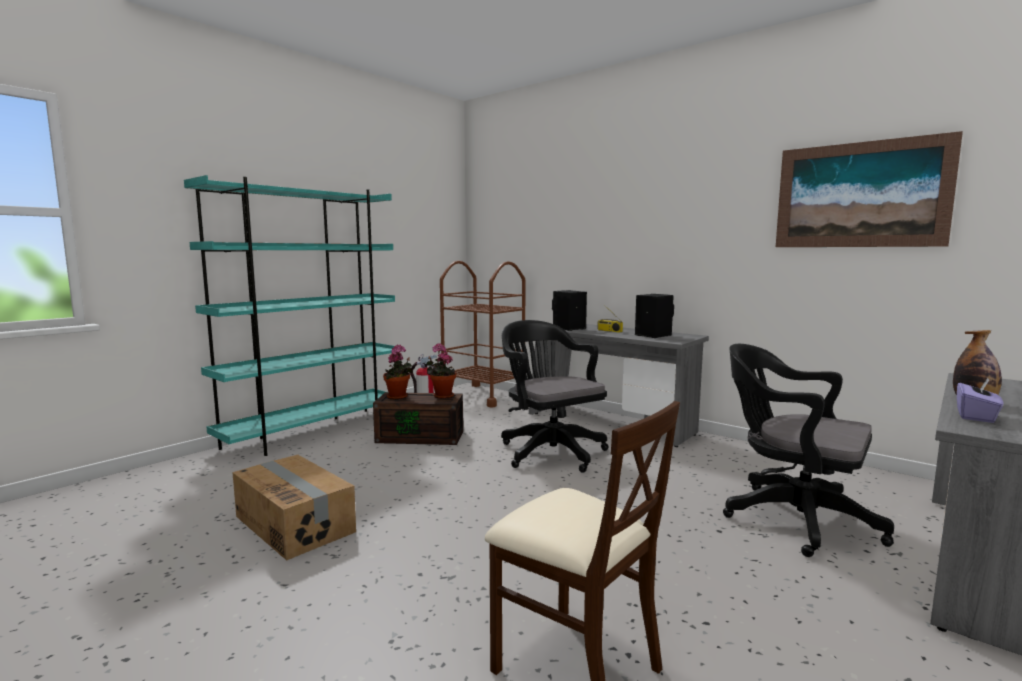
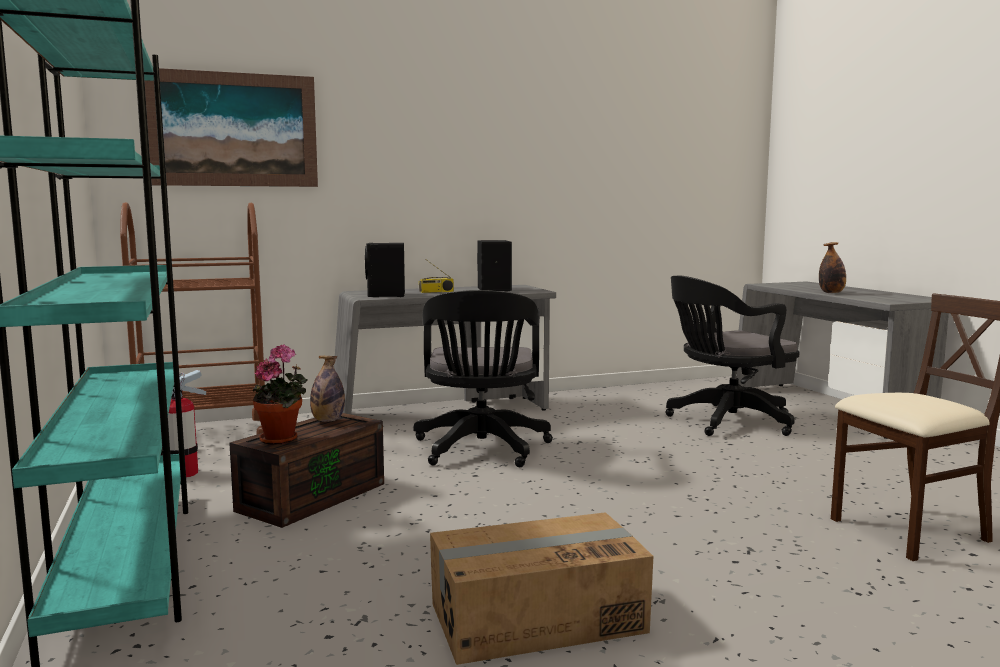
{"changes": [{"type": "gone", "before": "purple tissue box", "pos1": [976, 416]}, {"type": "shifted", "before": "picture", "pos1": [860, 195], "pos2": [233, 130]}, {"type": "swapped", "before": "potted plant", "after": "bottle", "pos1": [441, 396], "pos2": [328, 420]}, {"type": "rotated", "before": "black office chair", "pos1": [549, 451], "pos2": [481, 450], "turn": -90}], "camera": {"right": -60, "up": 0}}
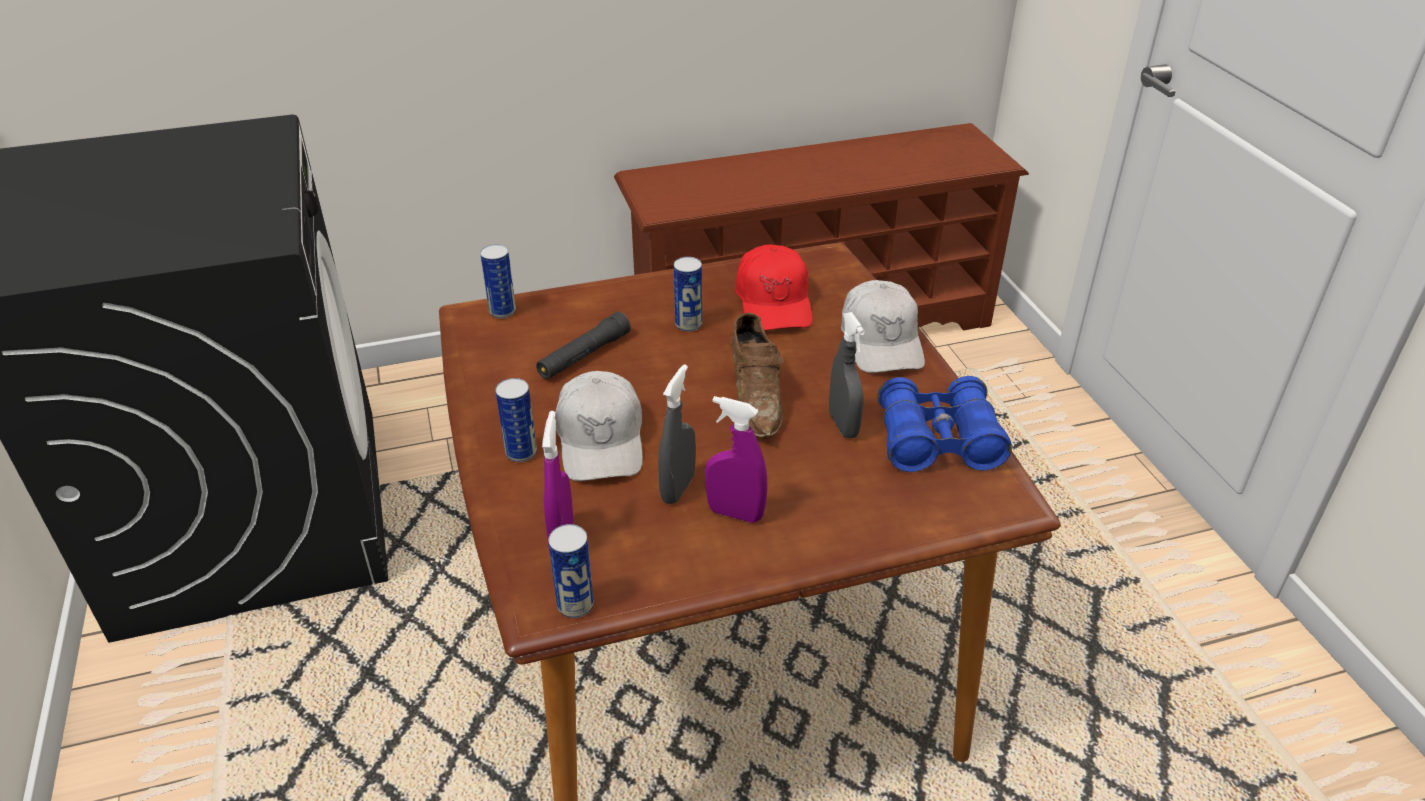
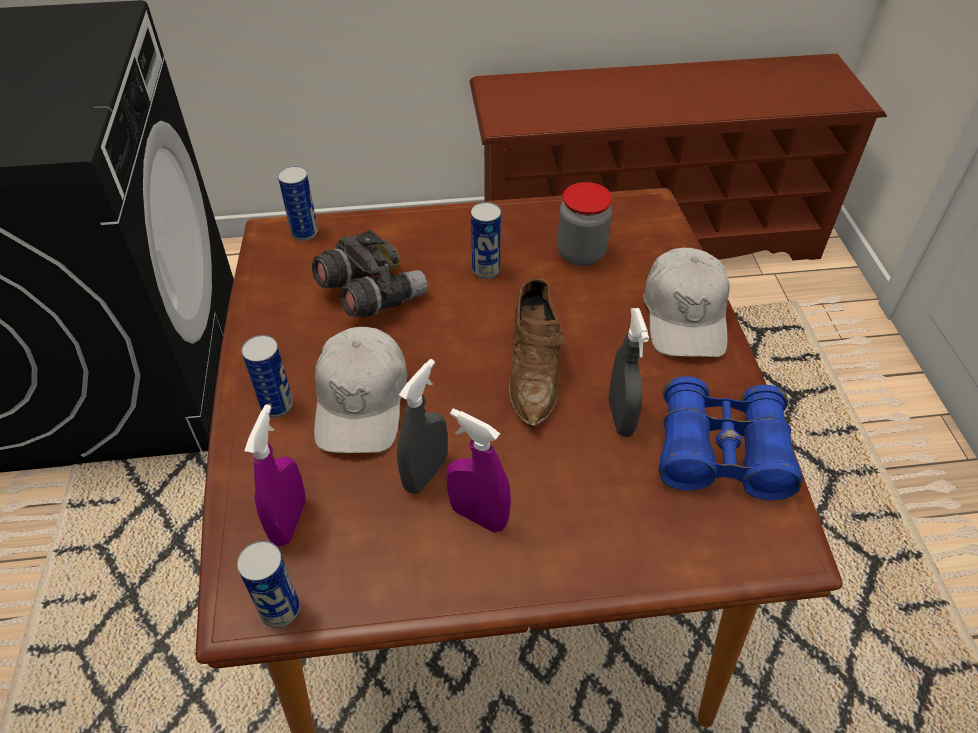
{"changes": [{"type": "swapped", "before": "black flashlight", "after": "grey binoculars", "pos1": [584, 355], "pos2": [371, 295]}, {"type": "swapped", "before": "red cap", "after": "jar", "pos1": [774, 302], "pos2": [581, 254]}], "camera": {"right": 10, "up": 10}}
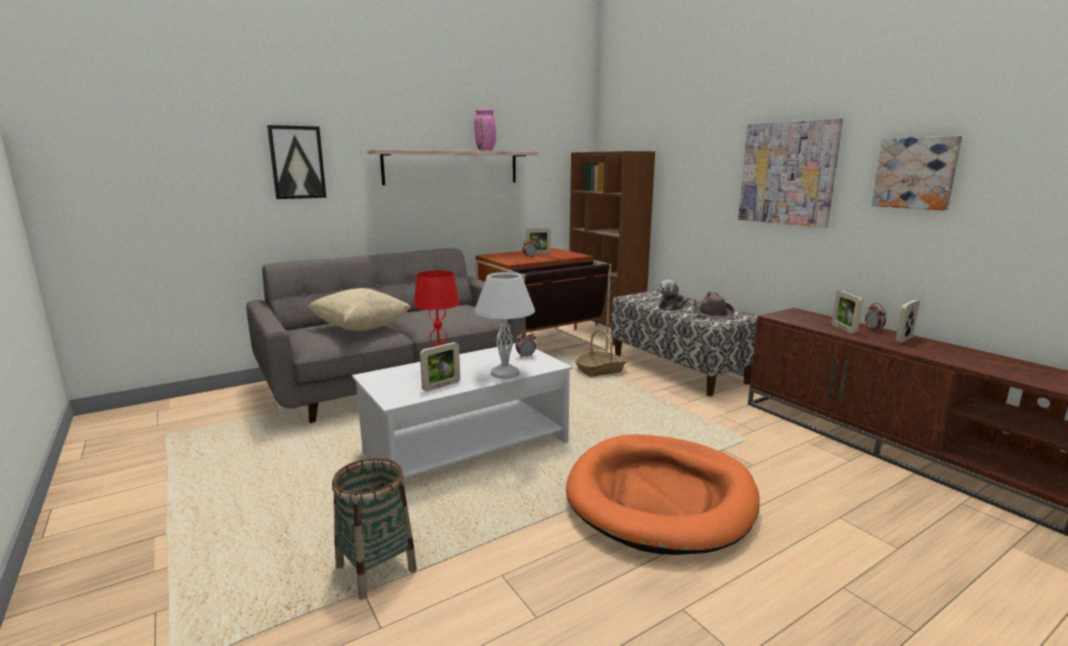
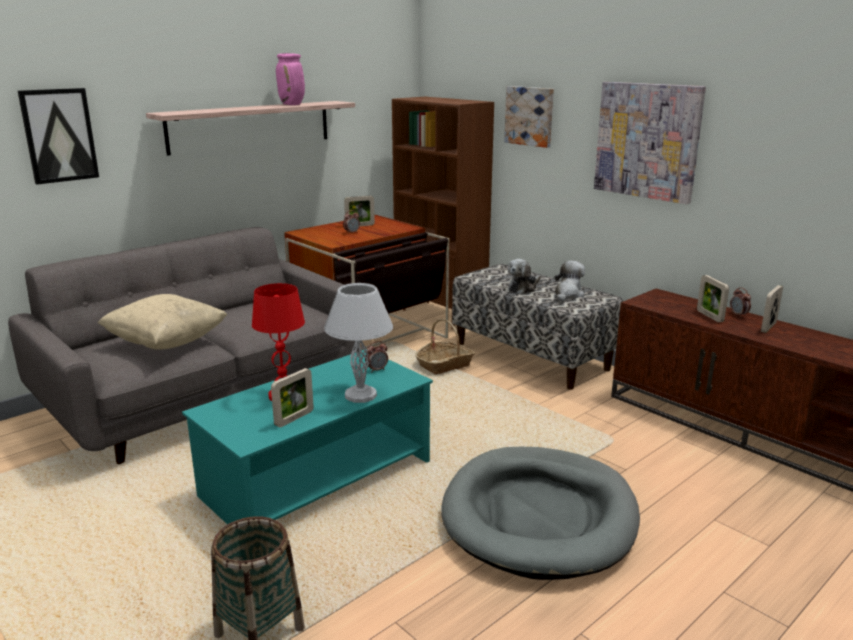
{"changes": [{"type": "shifted", "before": "picture", "pos1": [916, 173], "pos2": [530, 116]}, {"type": "swapped", "before": "brown hat", "after": "plush toy", "pos1": [711, 312], "pos2": [567, 294]}, {"type": "repainted", "before": "white coffee table", "after": "turquoise coffee table", "pos1": [468, 448], "pos2": [319, 478]}, {"type": "repainted", "before": "orange dog bed", "after": "grey dog bed", "pos1": [660, 497], "pos2": [539, 516]}], "camera": {"right": -10, "up": 5}}
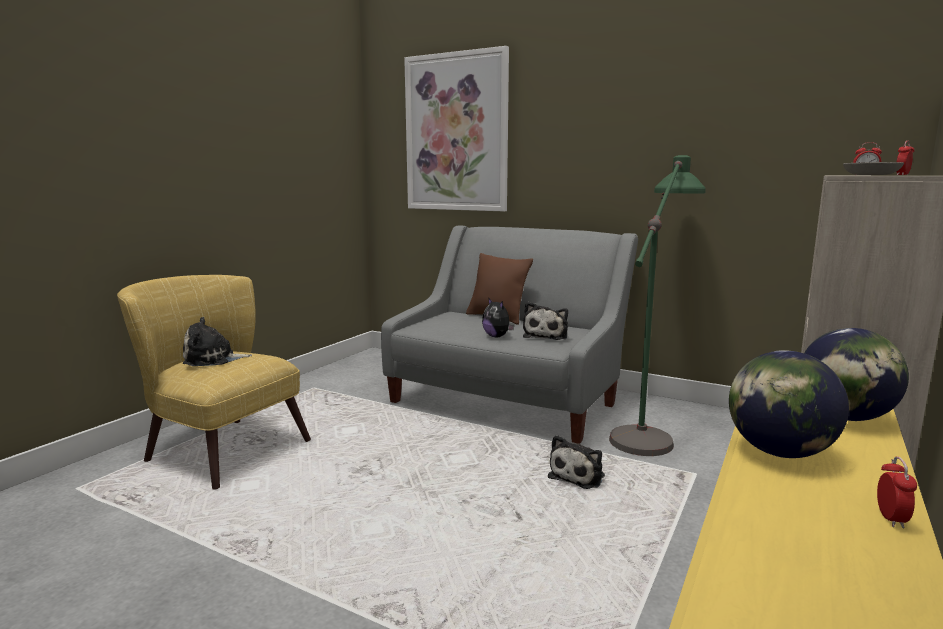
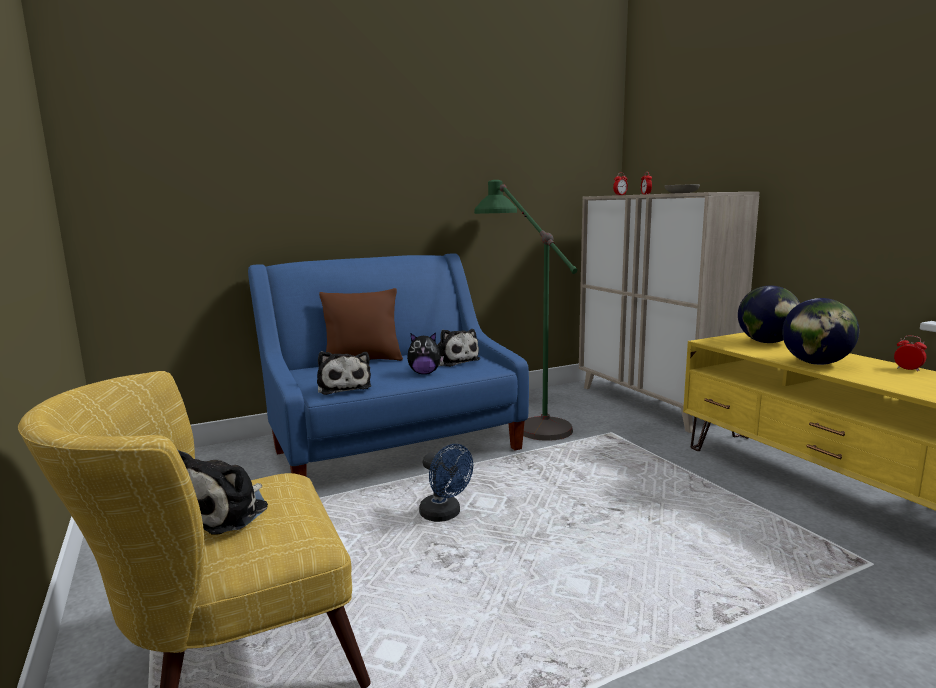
{"changes": [{"type": "gone", "before": "picture", "pos1": [456, 133]}, {"type": "new", "after": "blue fan", "pos2": [445, 515]}, {"type": "shifted", "before": "plush toy", "pos1": [578, 475], "pos2": [343, 387]}, {"type": "repainted", "before": "grey sofa", "after": "blue sofa", "pos1": [507, 398], "pos2": [392, 445]}], "camera": {"right": -55, "up": 0}}
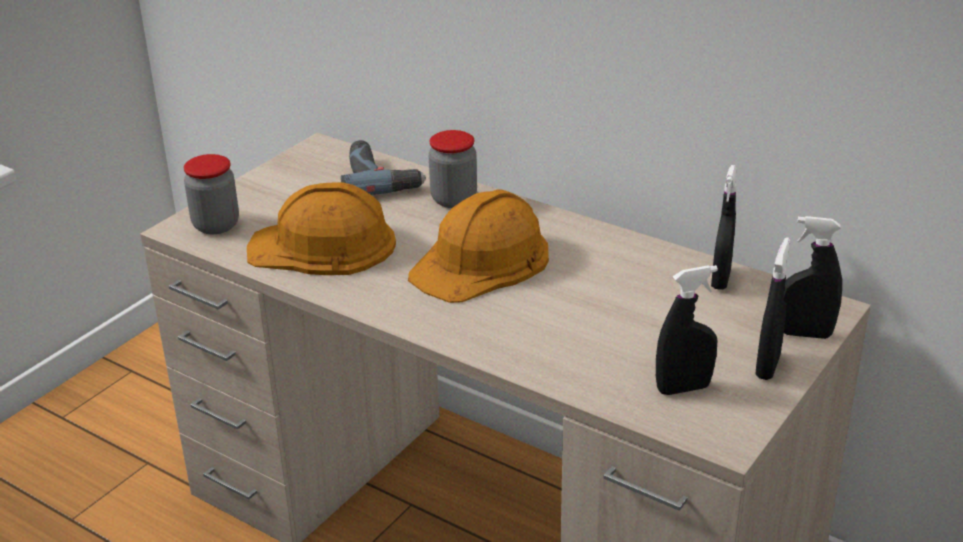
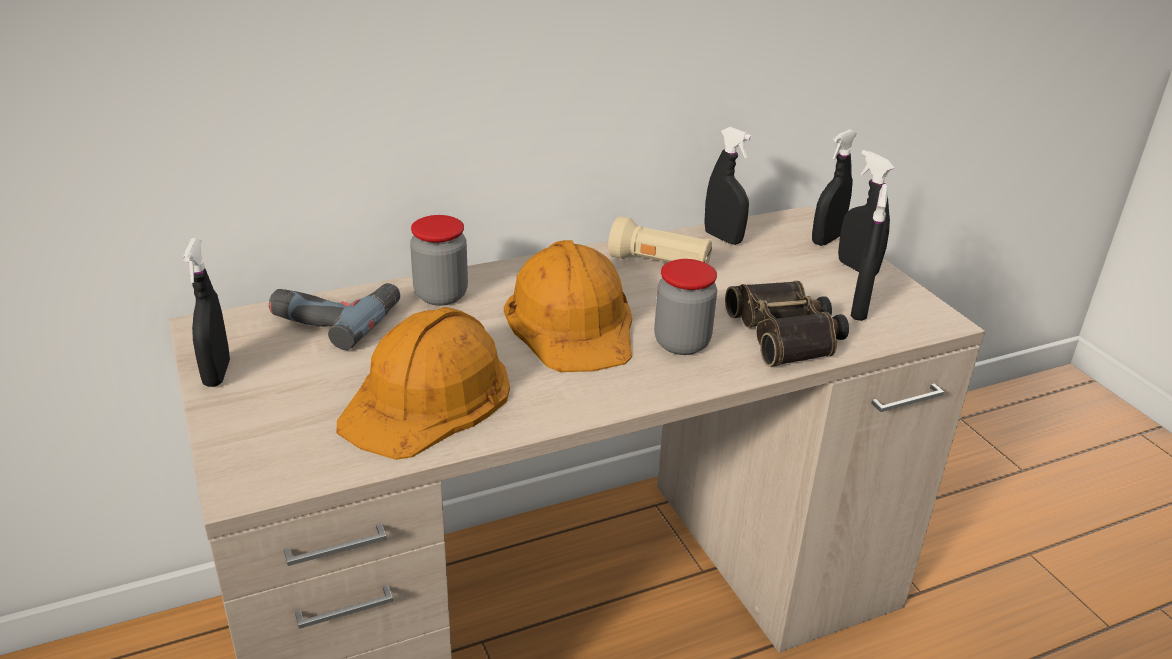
{"changes": [{"type": "new", "after": "black spray bottle", "pos2": [217, 374]}, {"type": "new", "after": "beige flashlight", "pos2": [660, 264]}, {"type": "new", "after": "binoculars", "pos2": [787, 334]}, {"type": "shifted", "before": "jar", "pos1": [216, 225], "pos2": [681, 343]}], "camera": {"right": -60, "up": 0}}
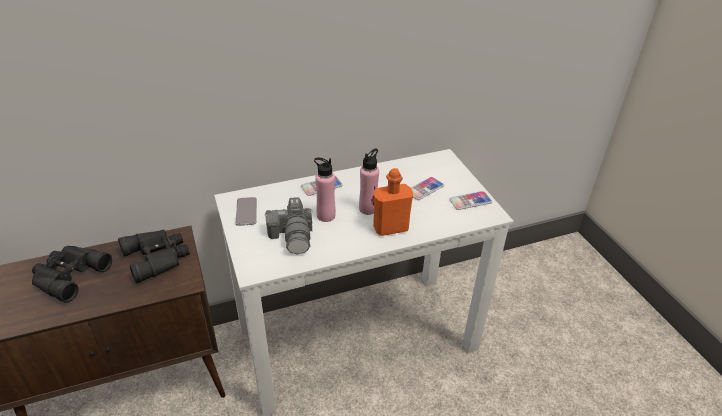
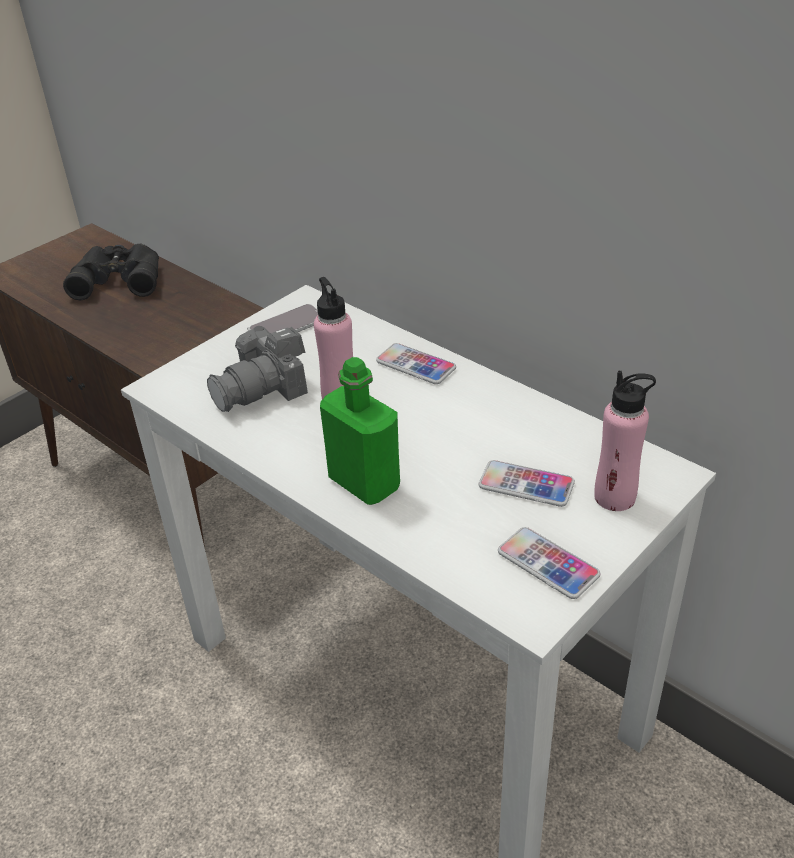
{"changes": [{"type": "gone", "before": "black binoculars", "pos1": [158, 257]}, {"type": "shifted", "before": "pink bottle", "pos1": [368, 209], "pos2": [615, 497]}, {"type": "repainted", "before": "orange bottle", "after": "green bottle", "pos1": [390, 228], "pos2": [364, 483]}], "camera": {"right": 65, "up": 0}}
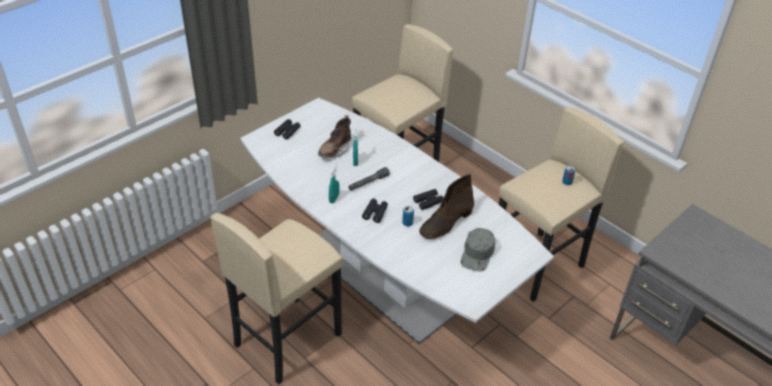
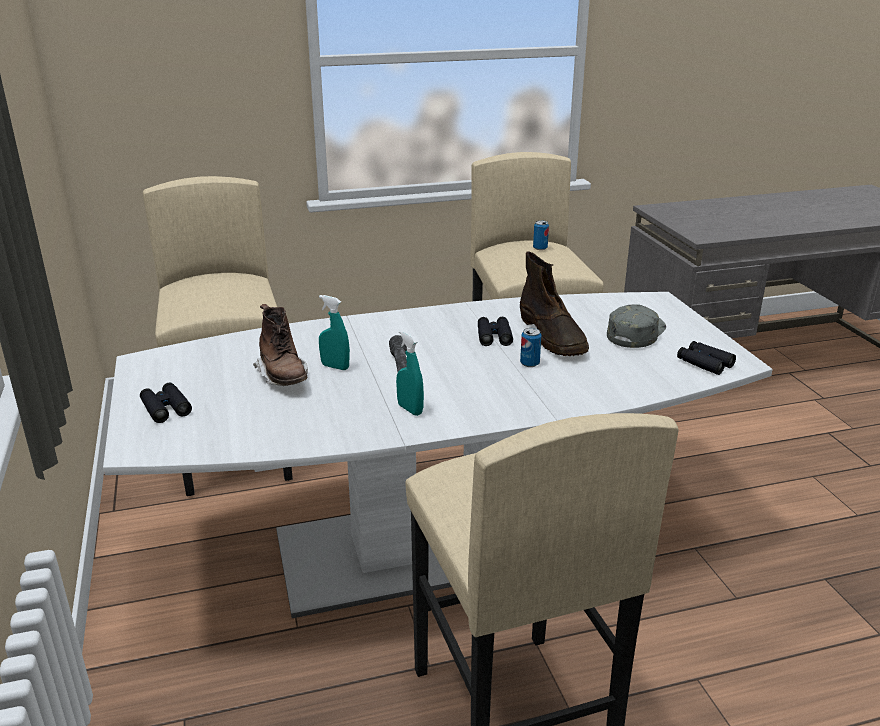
{"changes": [{"type": "shifted", "before": "black binoculars", "pos1": [375, 213], "pos2": [704, 363]}, {"type": "rotated", "before": "grey cap", "pos1": [477, 254], "pos2": [635, 332], "turn": -105}], "camera": {"right": -60, "up": -15}}
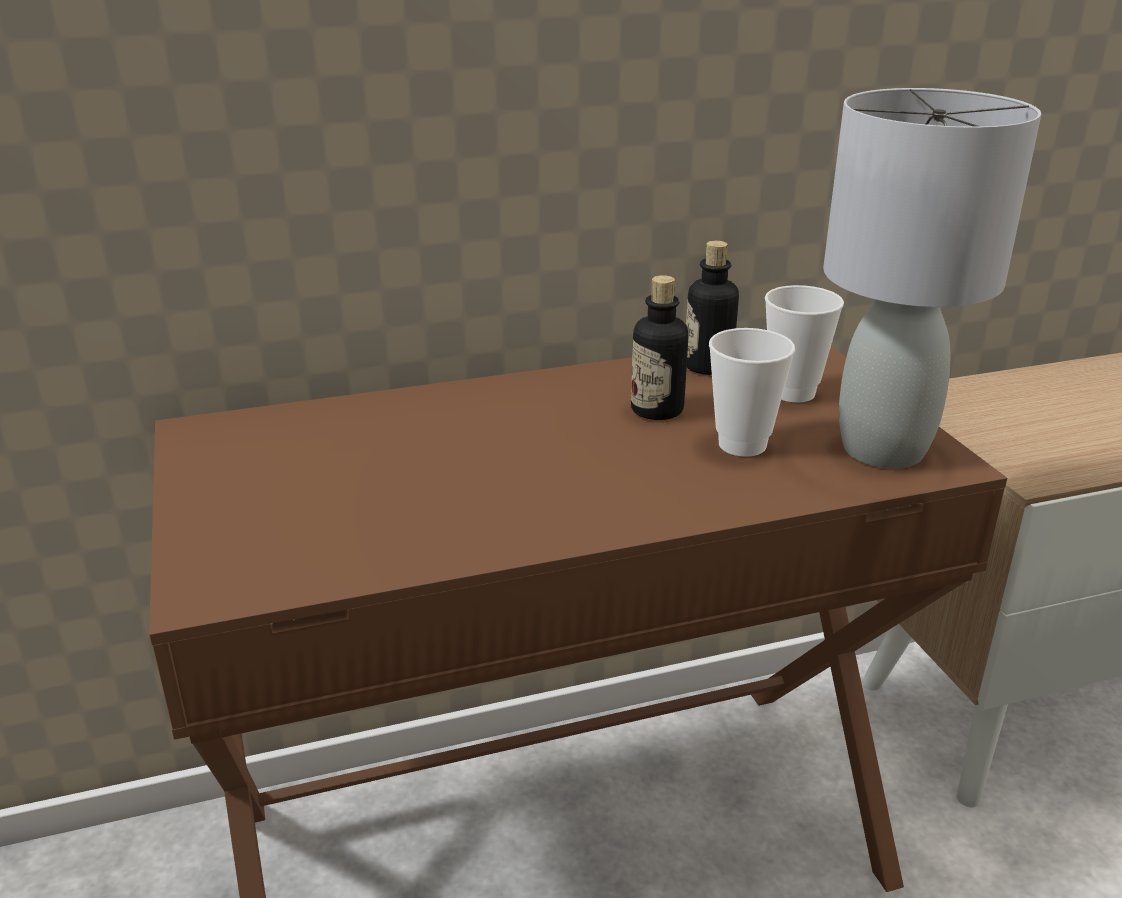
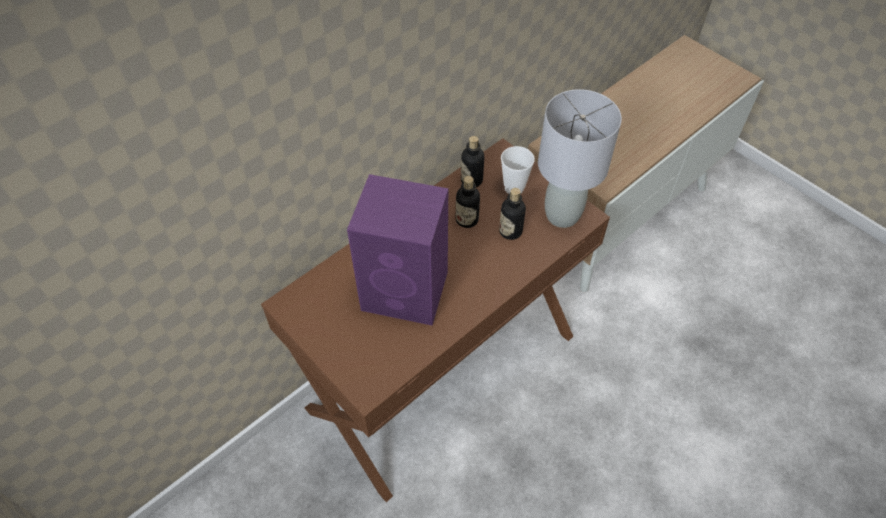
{"changes": [{"type": "new", "after": "purple speaker", "pos2": [407, 291]}, {"type": "swapped", "before": "cup", "after": "bottle", "pos1": [742, 445], "pos2": [510, 231]}], "camera": {"right": -25, "up": 25}}
